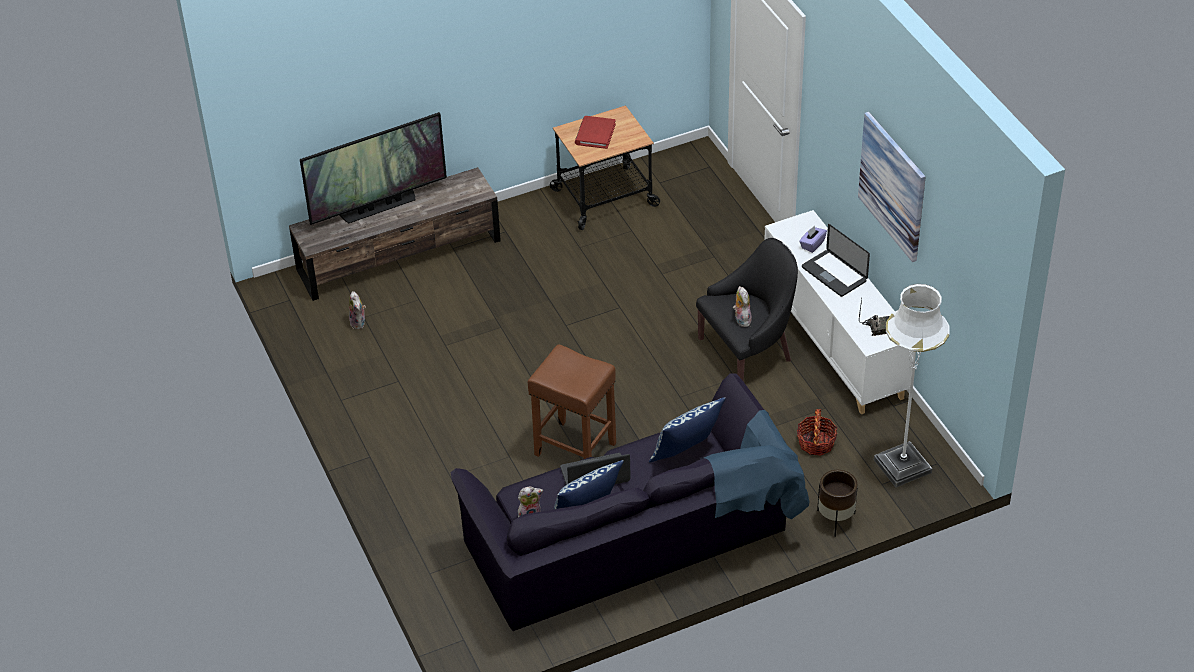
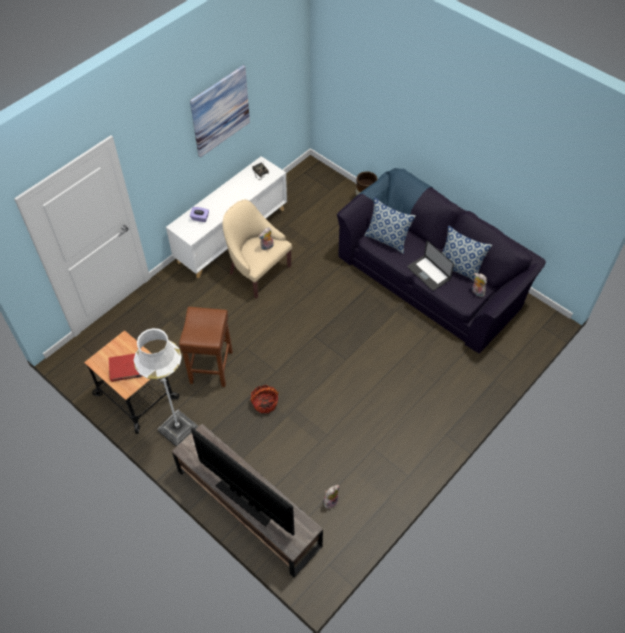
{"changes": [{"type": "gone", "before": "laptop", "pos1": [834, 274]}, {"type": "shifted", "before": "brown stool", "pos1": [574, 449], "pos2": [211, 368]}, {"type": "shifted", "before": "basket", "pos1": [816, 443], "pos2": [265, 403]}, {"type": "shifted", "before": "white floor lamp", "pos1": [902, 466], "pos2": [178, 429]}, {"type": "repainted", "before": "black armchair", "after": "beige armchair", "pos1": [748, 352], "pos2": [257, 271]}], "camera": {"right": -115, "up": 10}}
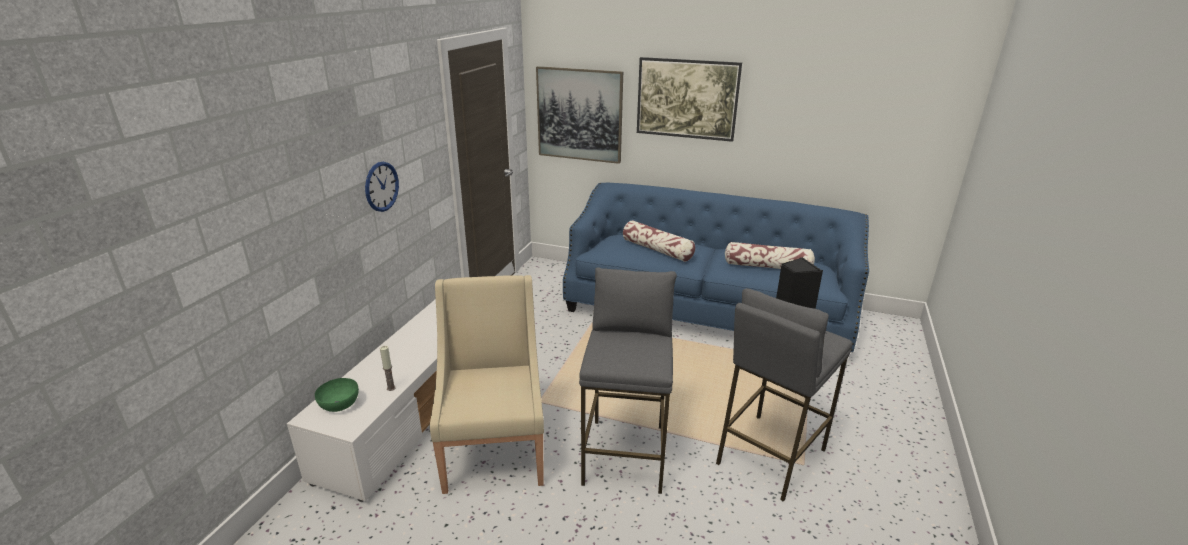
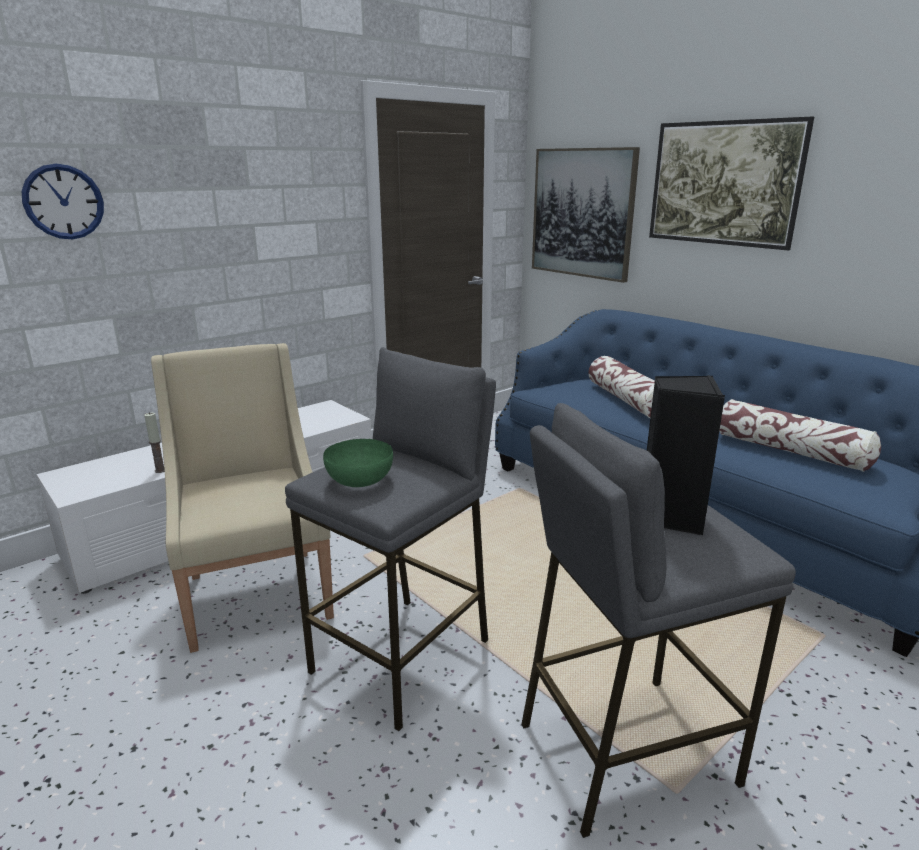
{"changes": [{"type": "shifted", "before": "green bowl", "pos1": [339, 405], "pos2": [359, 480]}, {"type": "shifted", "before": "wall clock", "pos1": [381, 186], "pos2": [63, 202]}, {"type": "rotated", "before": "beige armchair", "pos1": [494, 452], "pos2": [256, 593], "turn": -45}], "camera": {"right": 30, "up": -5}}
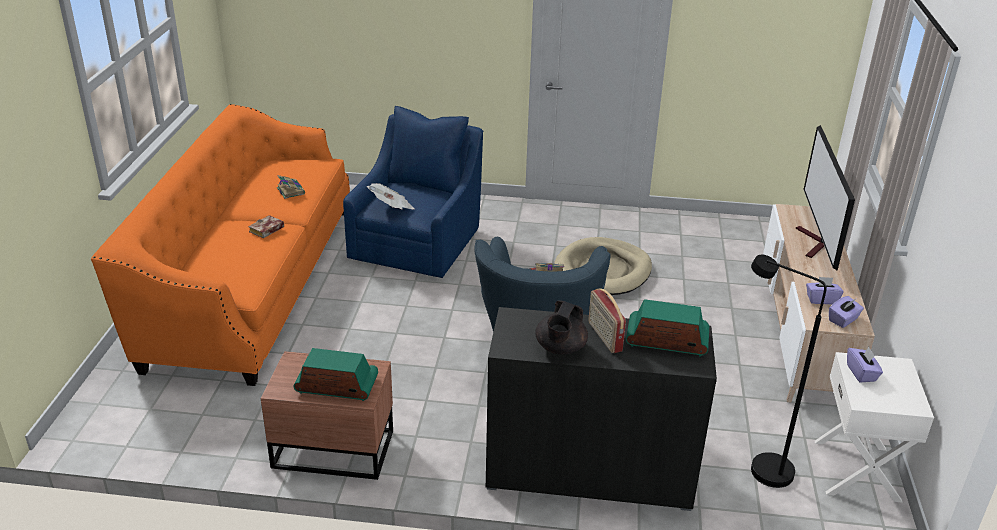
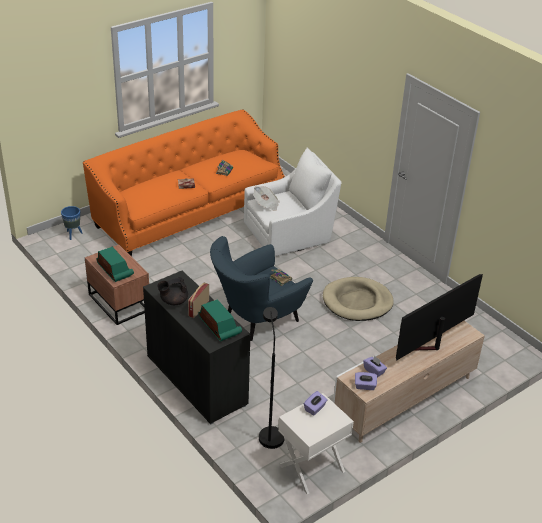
{"changes": [{"type": "new", "after": "blue planter", "pos2": [73, 234]}, {"type": "repainted", "before": "blue armchair", "after": "white armchair", "pos1": [418, 242], "pos2": [290, 233]}], "camera": {"right": 45, "up": 5}}
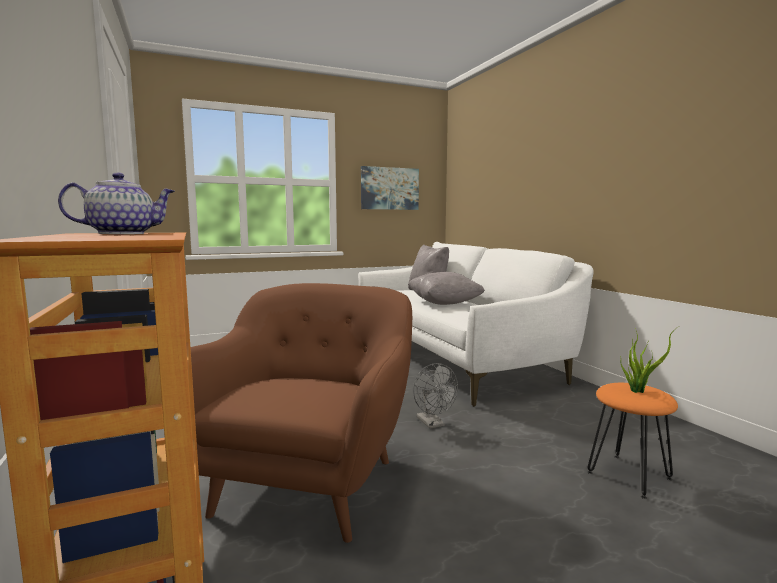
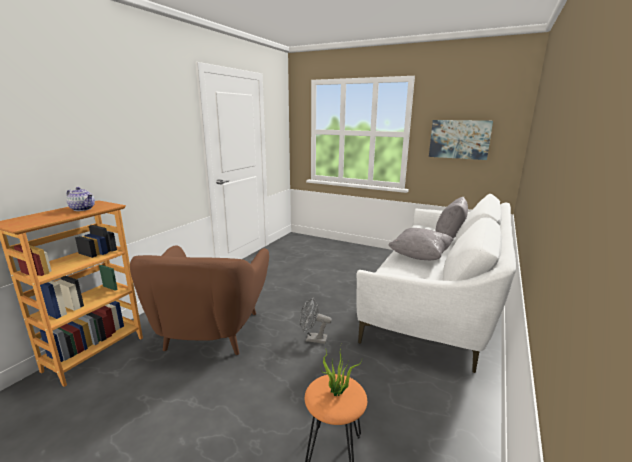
{"changes": [{"type": "rotated", "before": "brown armchair", "pos1": [309, 482], "pos2": [212, 332], "turn": 120}, {"type": "rotated", "before": "grey fan", "pos1": [433, 424], "pos2": [313, 339], "turn": 75}], "camera": {"right": 50, "up": 10}}
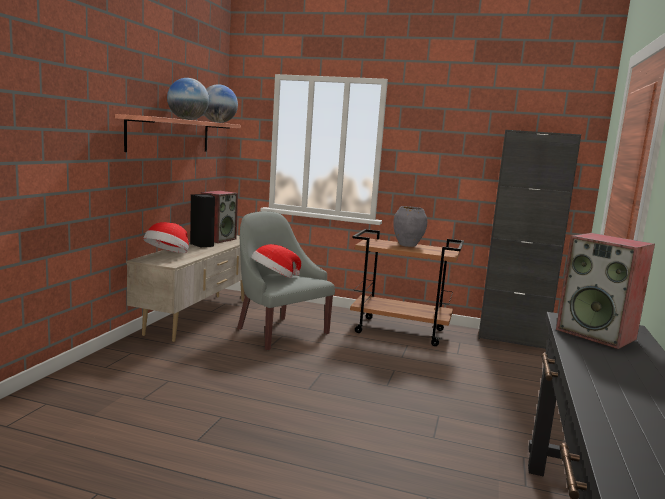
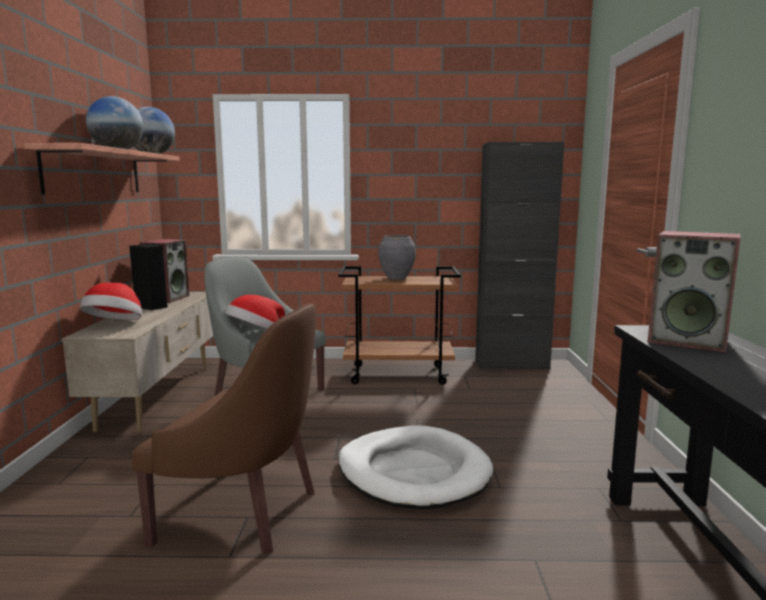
{"changes": [{"type": "new", "after": "brown armchair", "pos2": [244, 512]}, {"type": "new", "after": "white dog bed", "pos2": [413, 472]}], "camera": {"right": -15, "up": 0}}
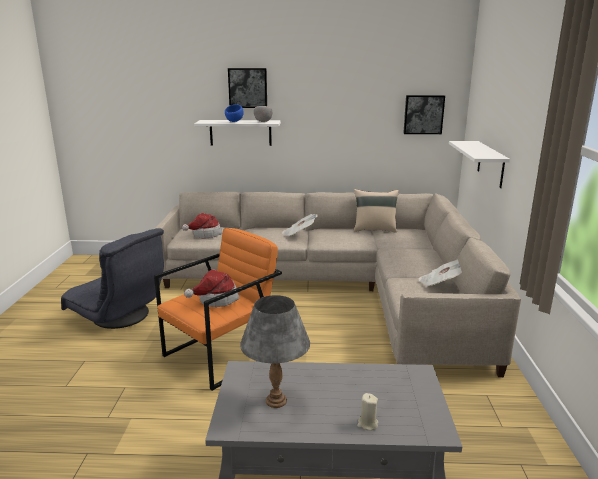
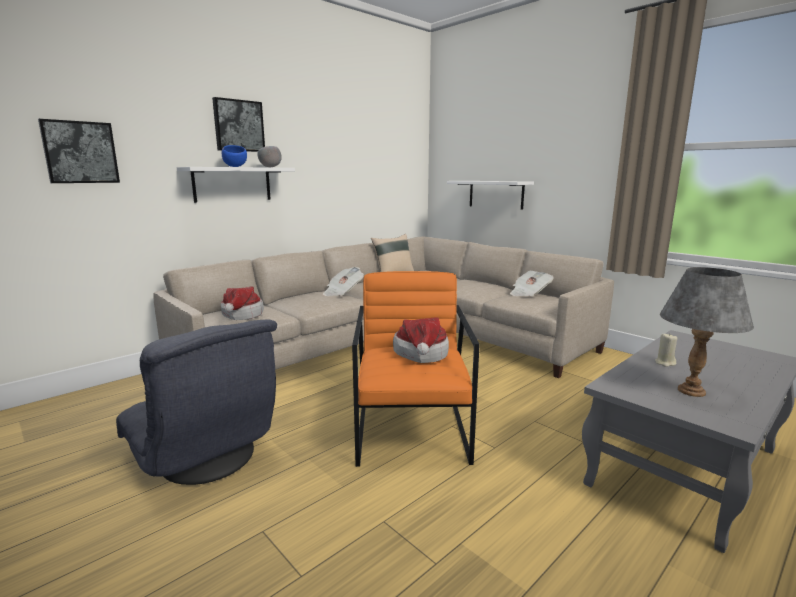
{"changes": [{"type": "shifted", "before": "beige candle", "pos1": [367, 424], "pos2": [665, 363]}, {"type": "shifted", "before": "picture", "pos1": [423, 114], "pos2": [80, 152]}, {"type": "rotated", "before": "grey armchair", "pos1": [119, 317], "pos2": [205, 459], "turn": 60}], "camera": {"right": -45, "up": -5}}
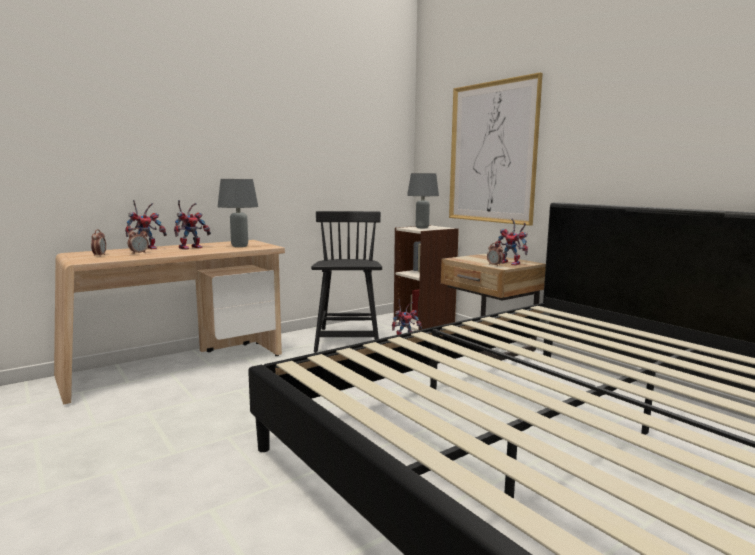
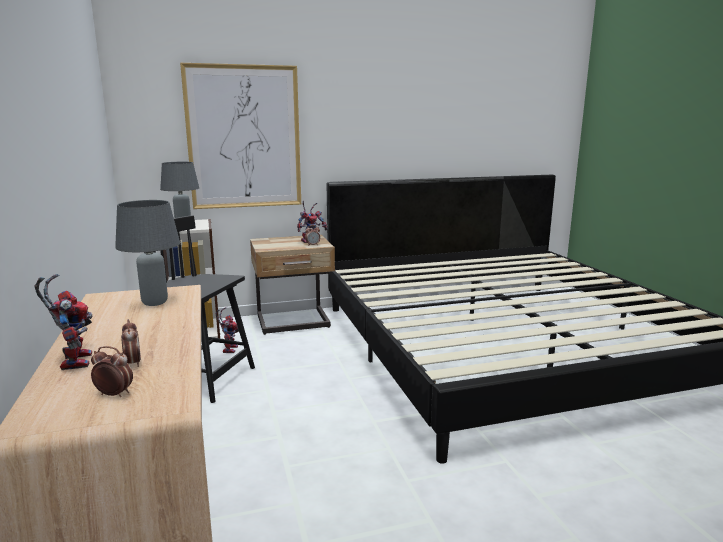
{"changes": [{"type": "gone", "before": "toy robot", "pos1": [191, 248]}], "camera": {"right": -70, "up": 5}}
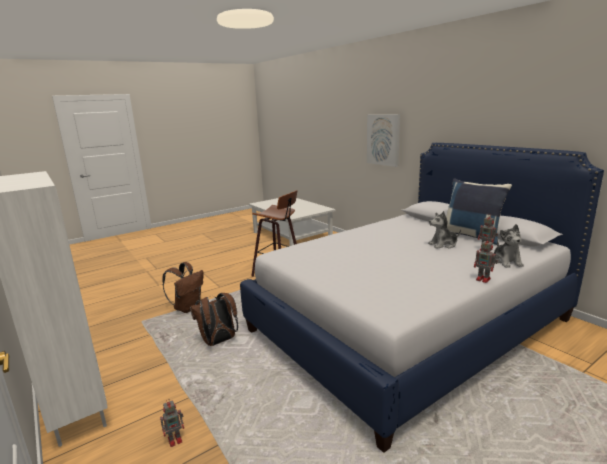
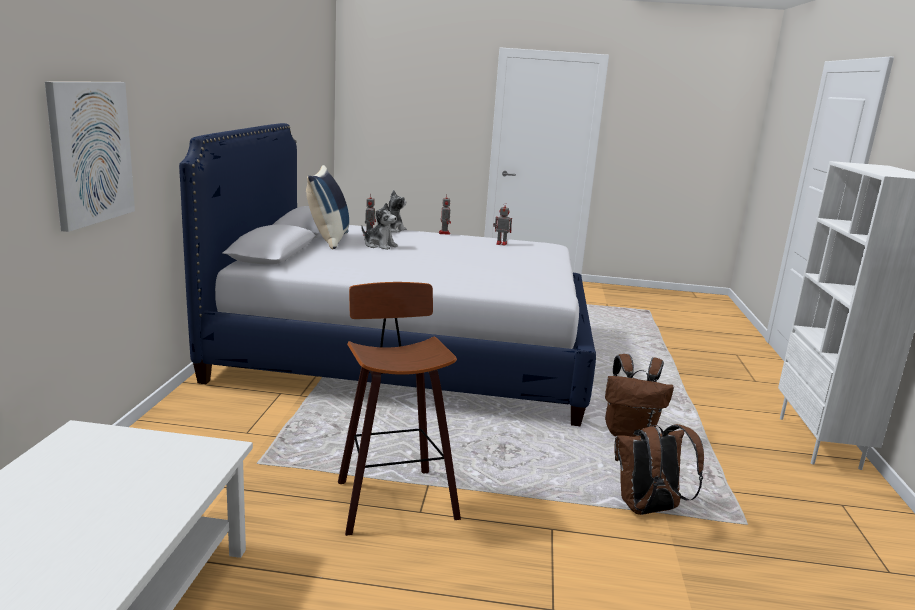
{"changes": [{"type": "shifted", "before": "toy robot", "pos1": [176, 439], "pos2": [500, 243]}], "camera": {"right": -140, "up": 0}}
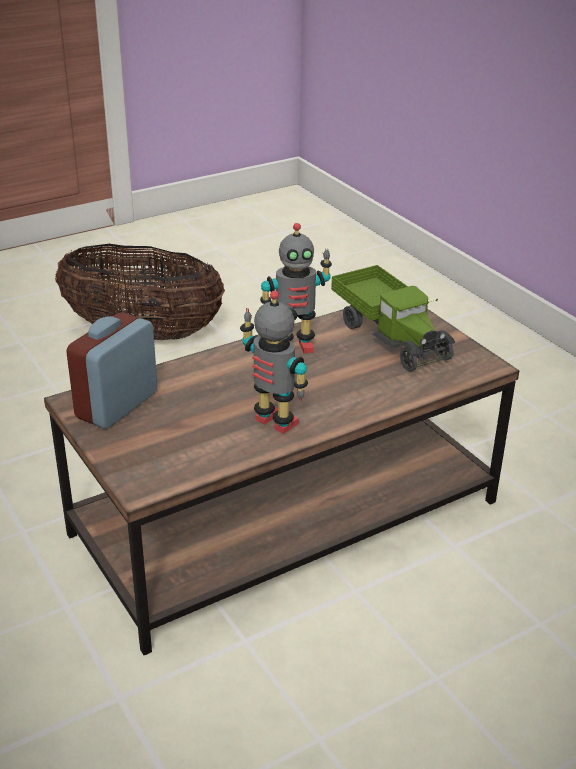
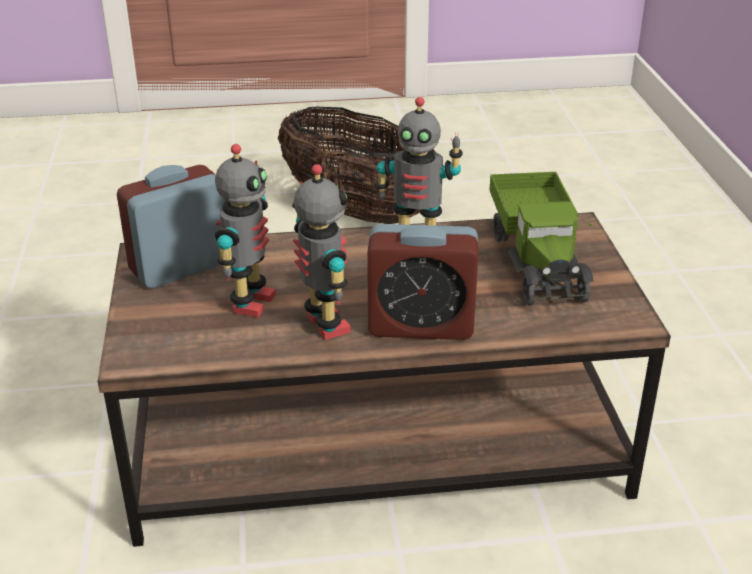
{"changes": [{"type": "new", "after": "toy robot", "pos2": [250, 302]}, {"type": "new", "after": "alarm clock", "pos2": [421, 325]}], "camera": {"right": 25, "up": 0}}
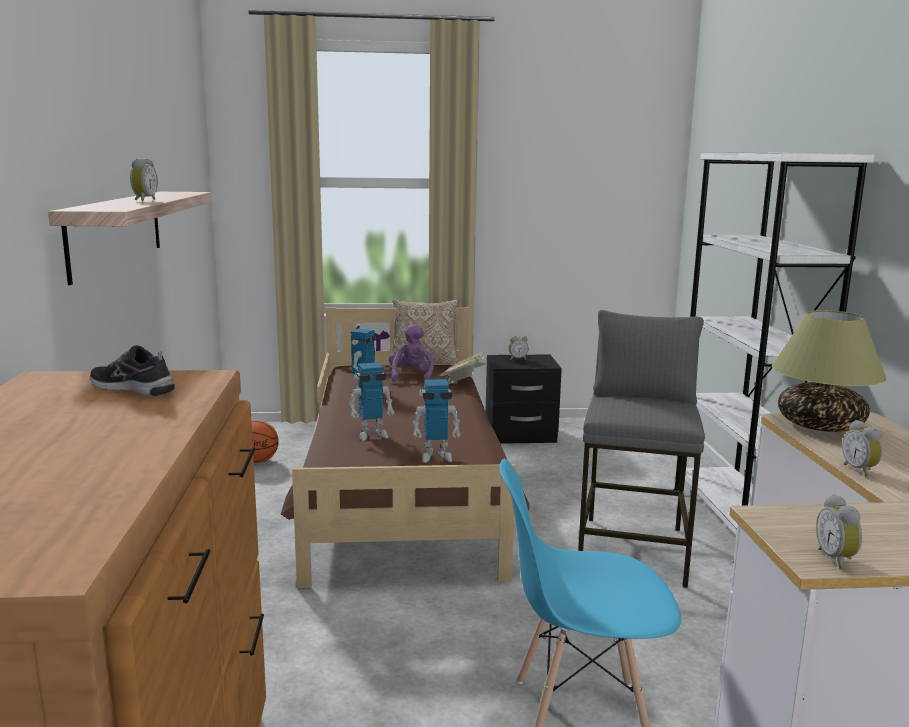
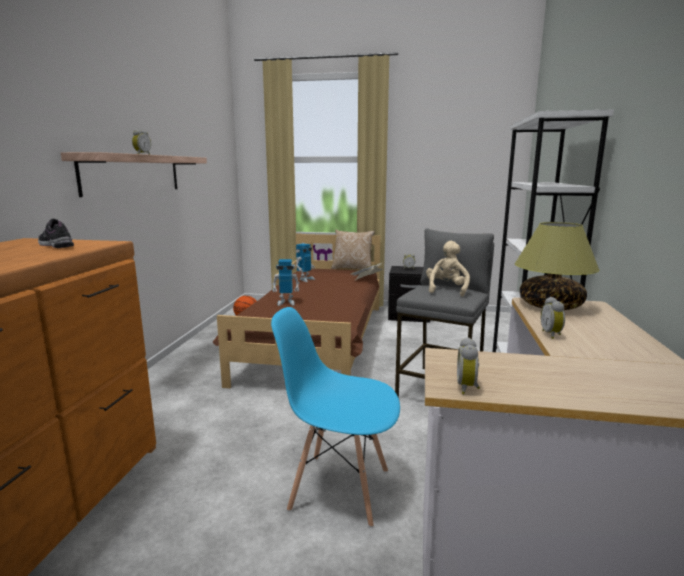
{"changes": [{"type": "gone", "before": "purple plush toy", "pos1": [411, 377]}, {"type": "gone", "before": "toy robot", "pos1": [436, 456]}, {"type": "new", "after": "beige plush toy", "pos2": [446, 290]}], "camera": {"right": 15, "up": 0}}
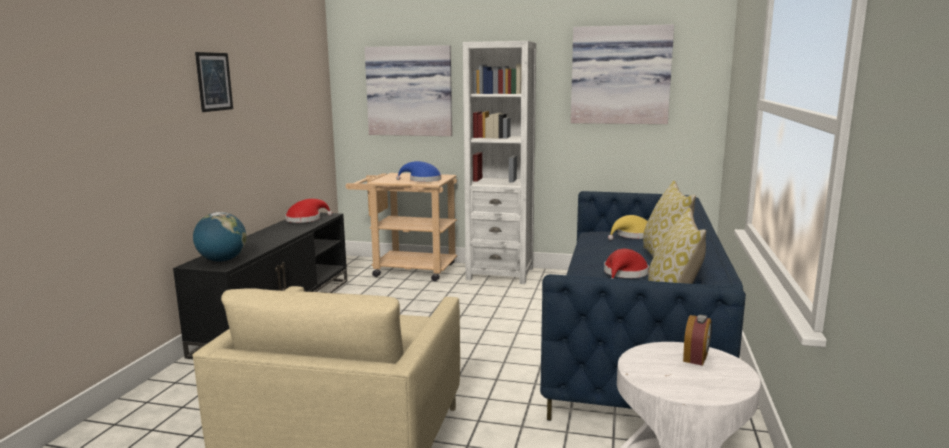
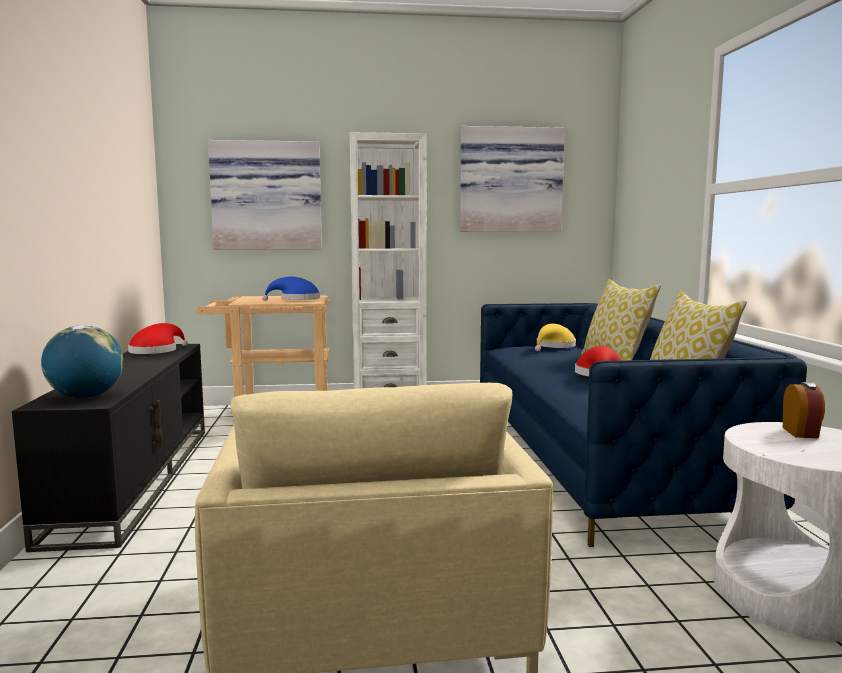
{"changes": [{"type": "gone", "before": "picture", "pos1": [214, 81]}], "camera": {"right": -20, "up": -5}}
